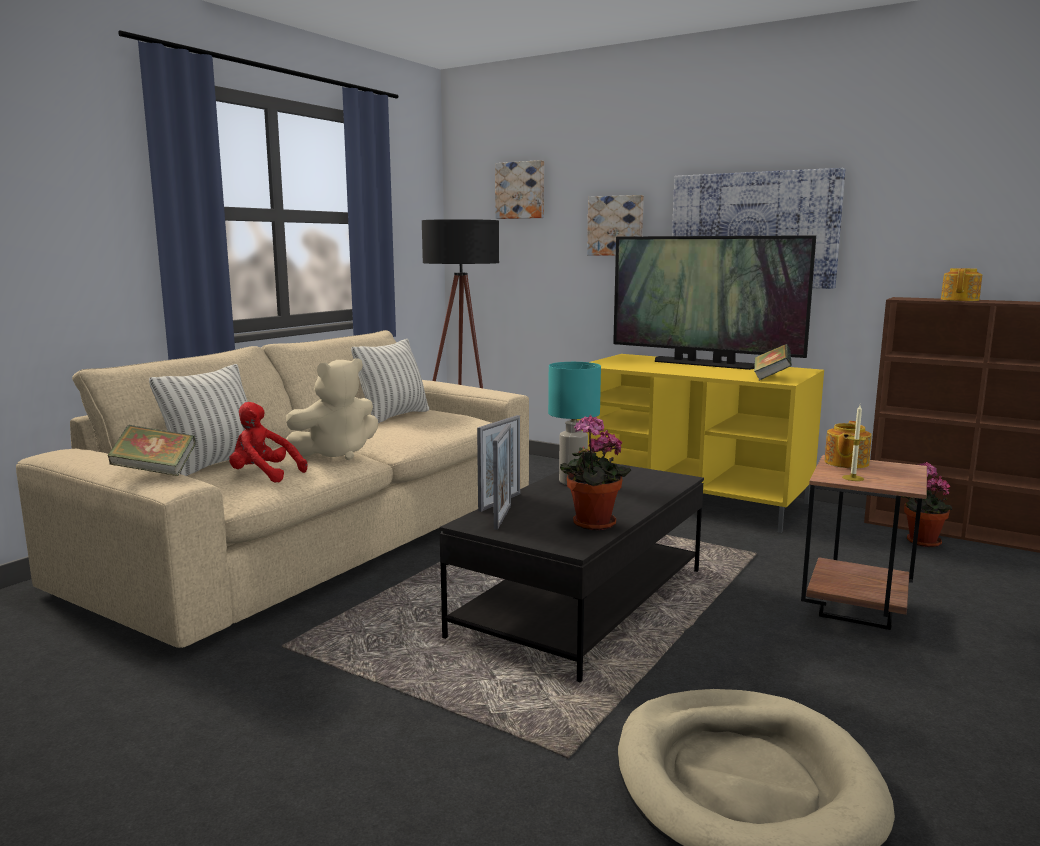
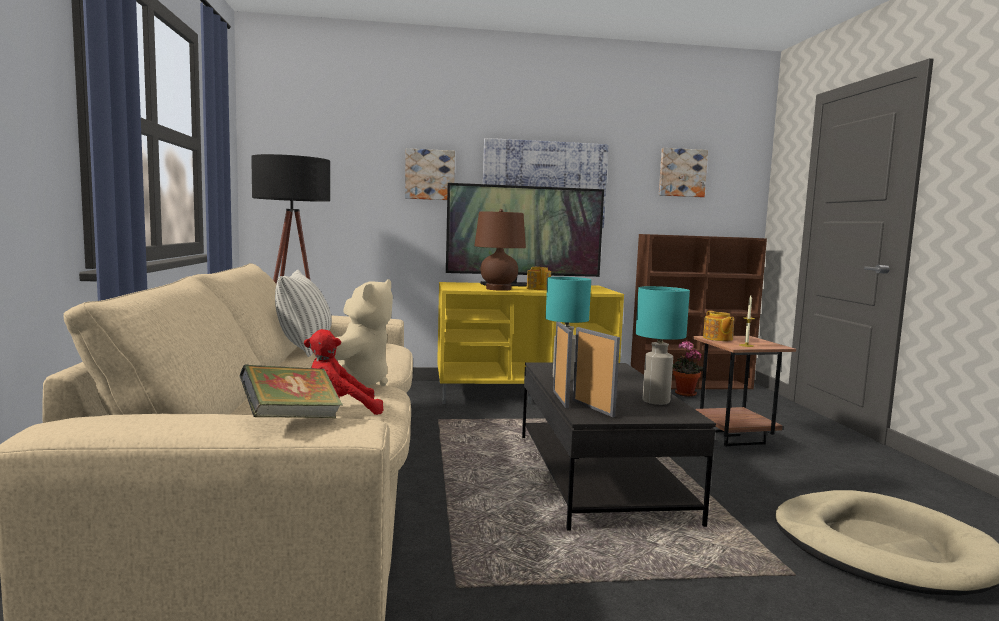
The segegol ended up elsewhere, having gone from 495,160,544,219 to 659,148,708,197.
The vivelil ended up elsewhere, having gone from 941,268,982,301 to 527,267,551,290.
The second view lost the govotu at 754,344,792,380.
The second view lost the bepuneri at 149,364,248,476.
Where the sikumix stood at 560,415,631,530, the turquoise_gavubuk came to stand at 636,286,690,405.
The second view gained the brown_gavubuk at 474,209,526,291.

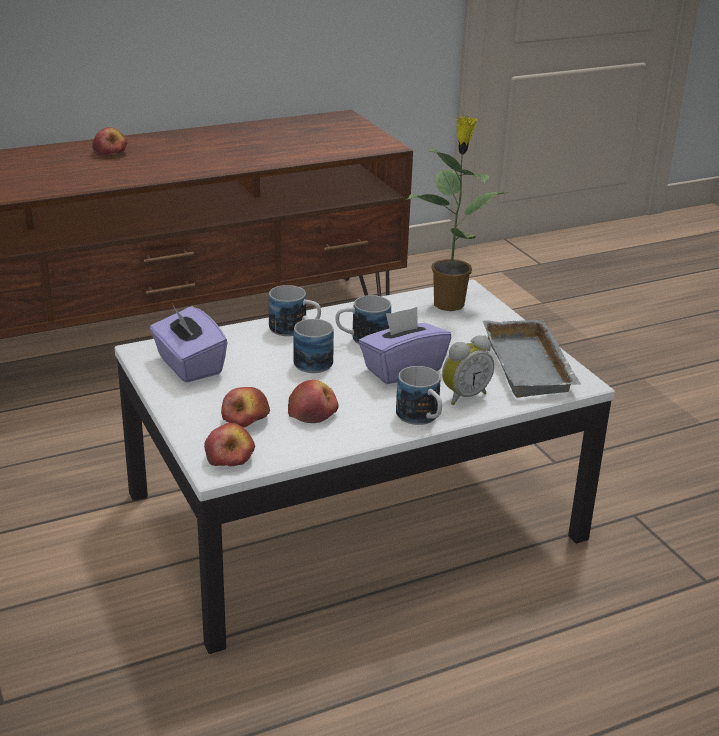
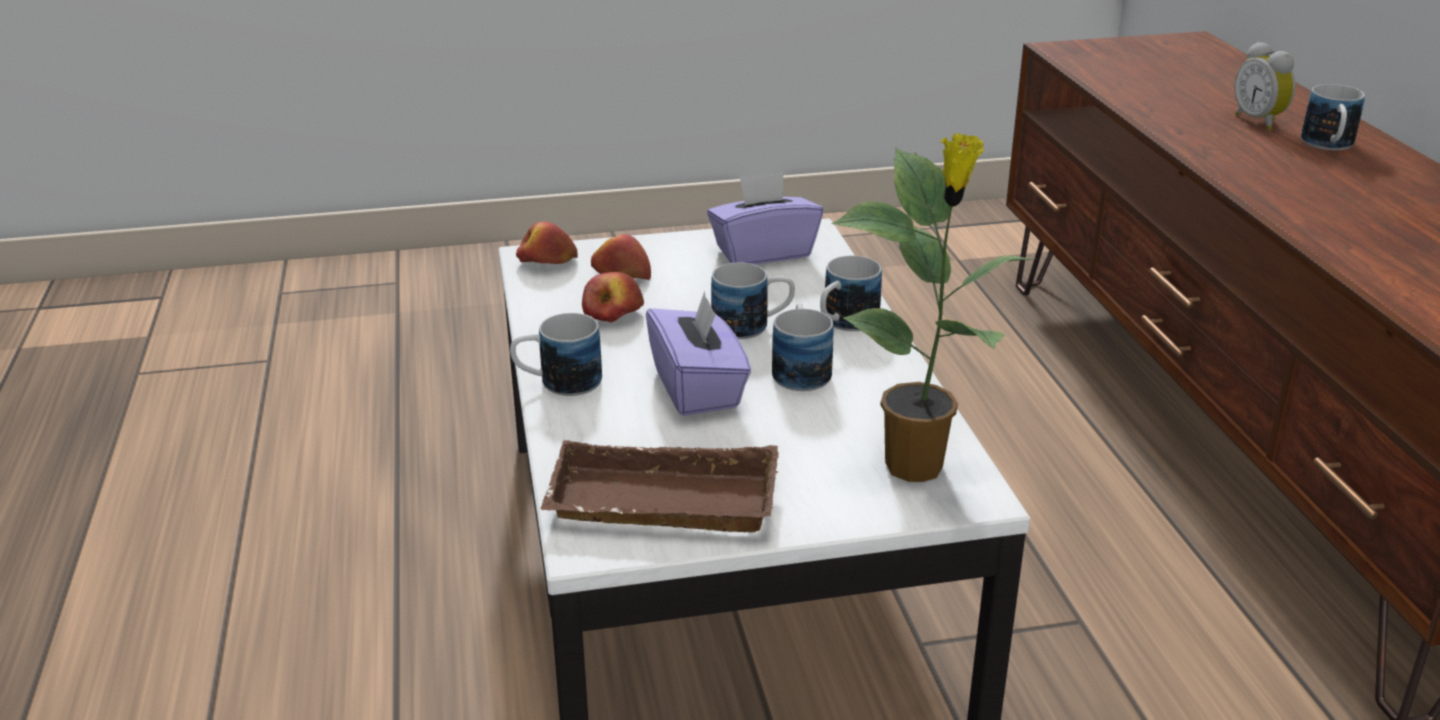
Where the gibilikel stood at 92,127,128,156, the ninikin came to stand at 1301,84,1365,150.
What was the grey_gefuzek at 483,320,581,398 turned into the brown_gefuzek at 540,440,779,532.
The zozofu ended up elsewhere, having gone from 442,335,494,405 to 1234,42,1295,130.

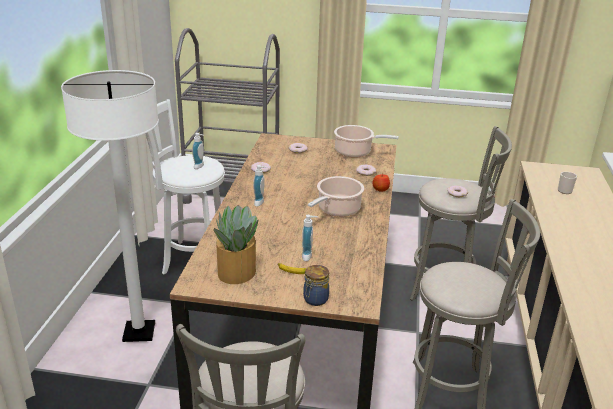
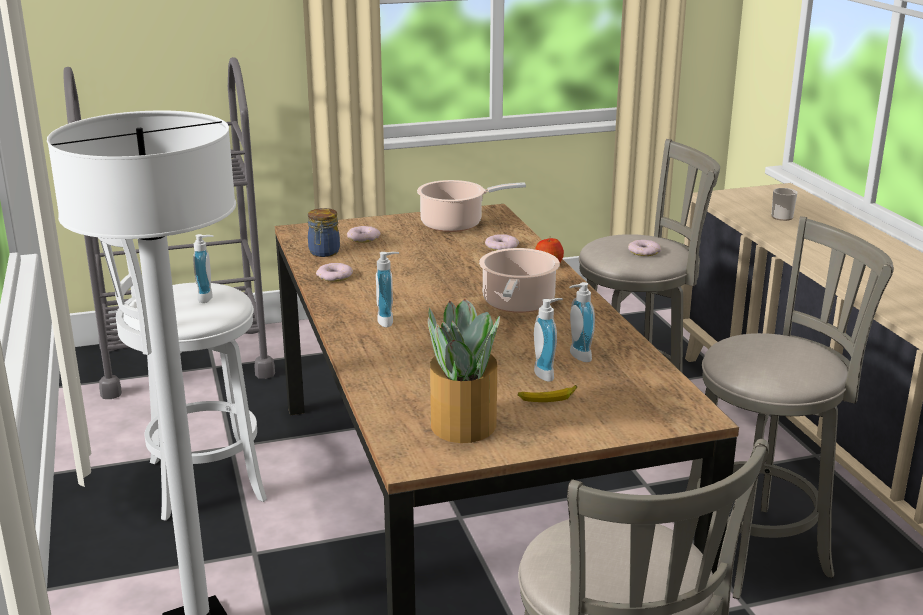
The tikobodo ended up elsewhere, having gone from 303,265,329,306 to 308,208,340,257.
The second view gained the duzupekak at 569,282,595,362.

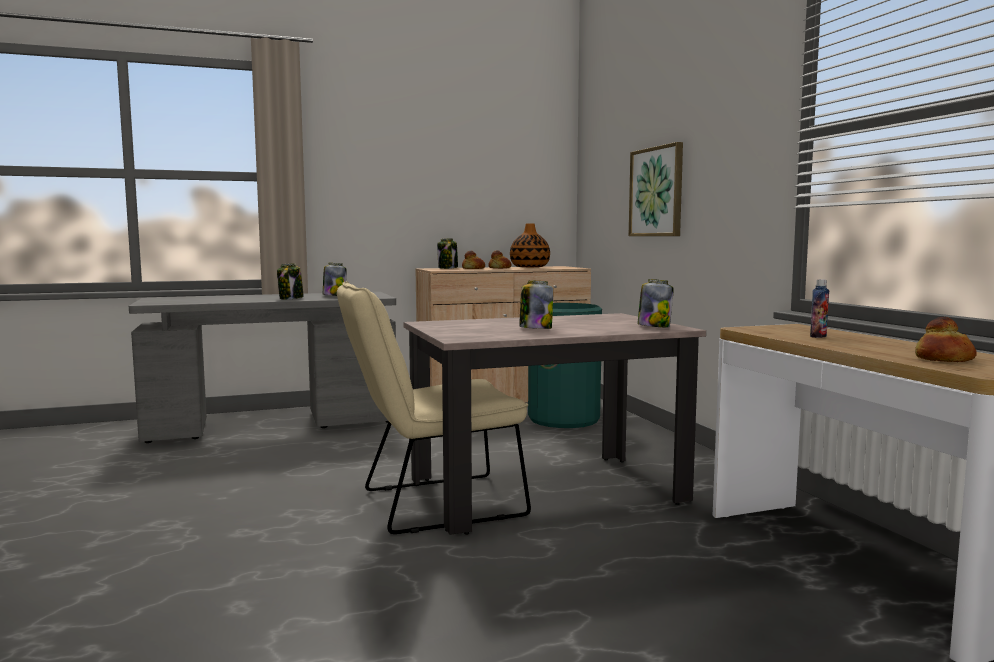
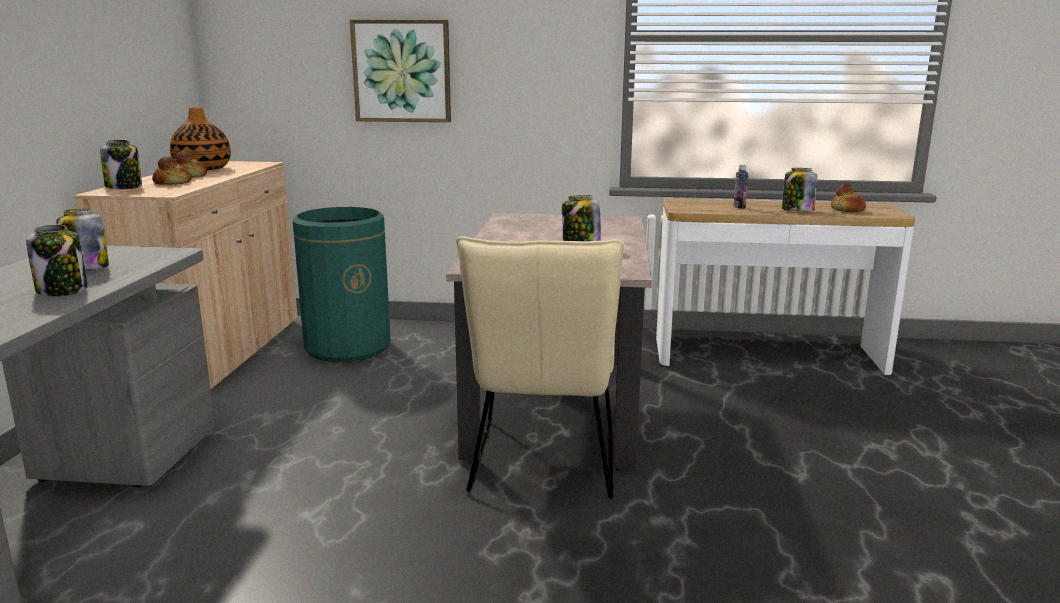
The tikobodo ended up elsewhere, having gone from 638,279,673,327 to 782,168,817,211.

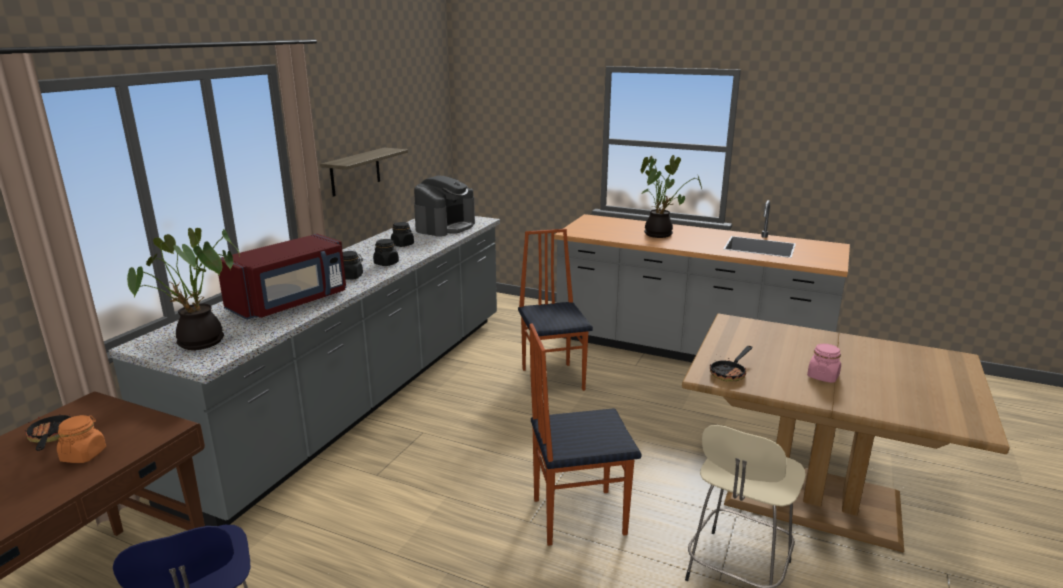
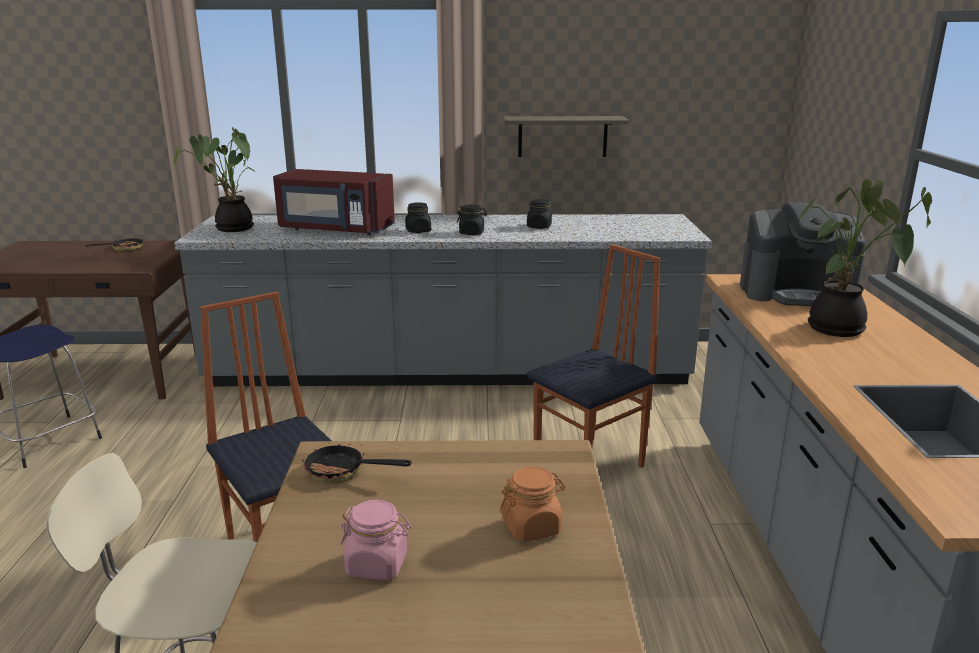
The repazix ended up elsewhere, having gone from 414,176,475,237 to 740,203,866,306.
The orange_tikobodo ended up elsewhere, having gone from 57,415,106,463 to 500,466,565,542.

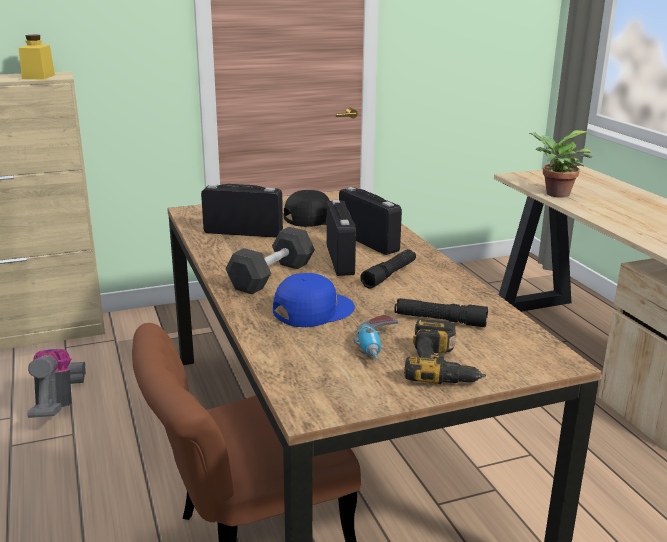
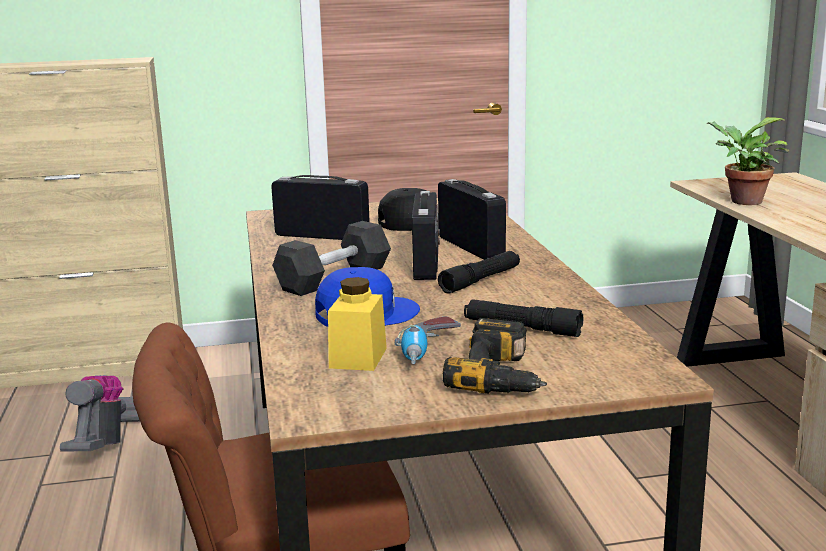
The yellow_tikobodo ended up elsewhere, having gone from 19,35,55,79 to 328,277,387,371.

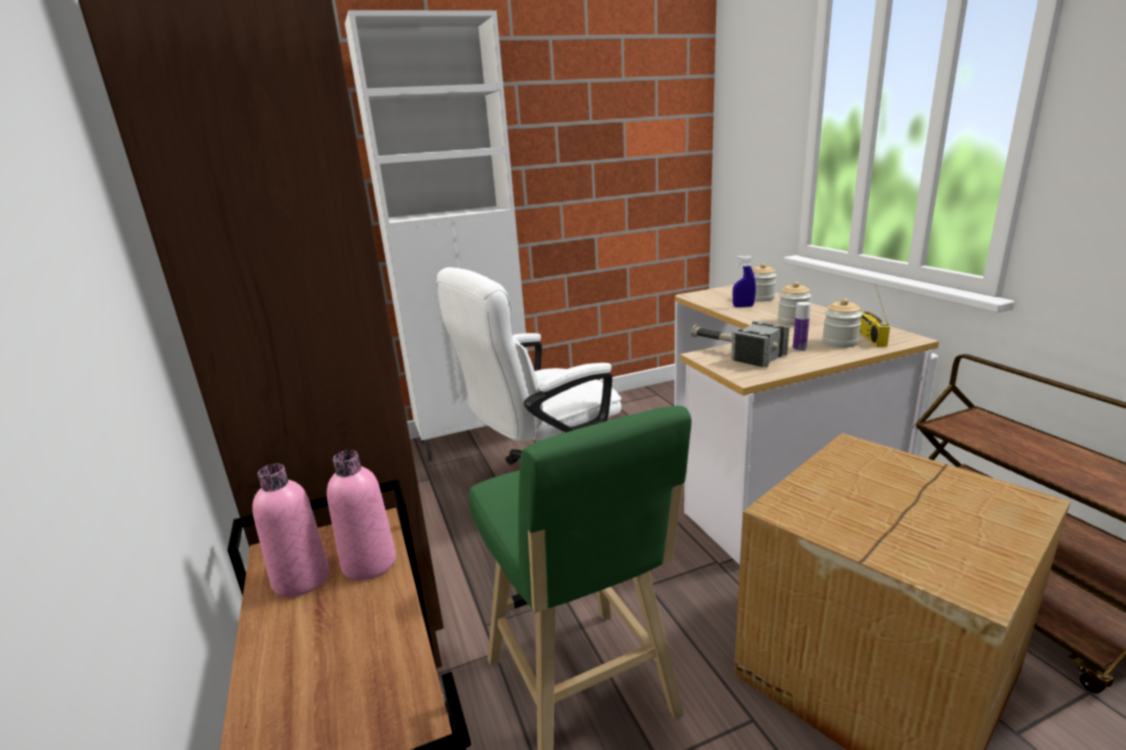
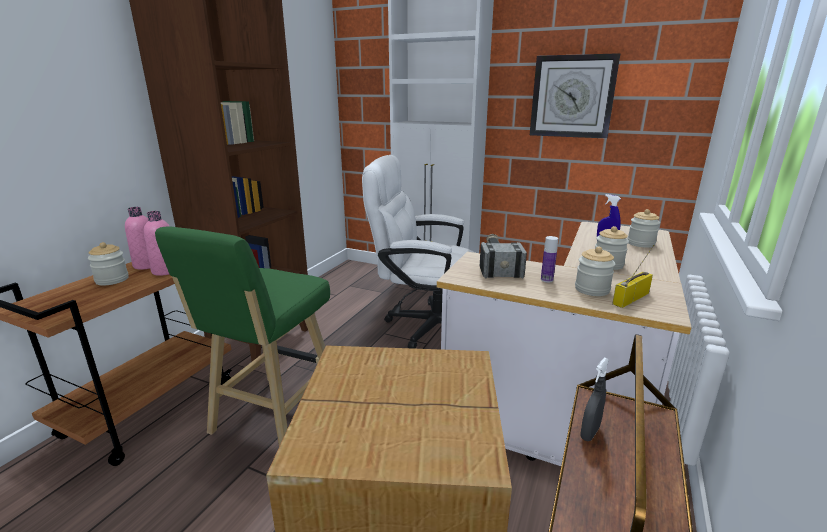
The second view gained the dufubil at 530,53,620,139.
The second view gained the tikobodo at 88,242,129,285.
The second view gained the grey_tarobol at 580,357,609,441.

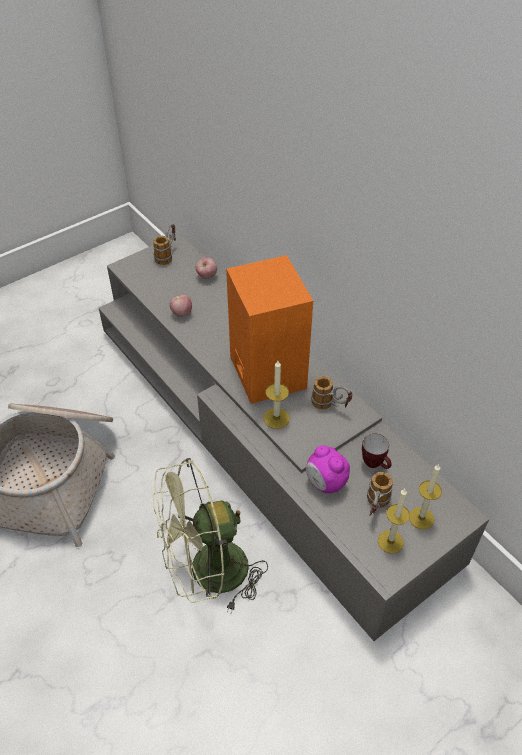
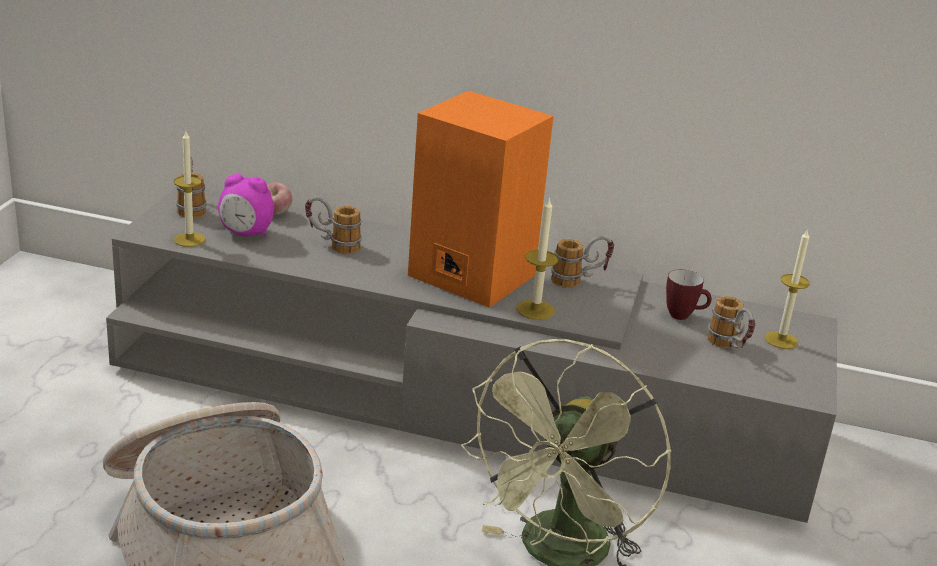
The second view lost the gibilikel at 170,295,192,317.
The zozofu ended up elsewhere, having gone from 306,445,350,493 to 218,174,274,236.
The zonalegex ended up elsewhere, having gone from 378,489,410,554 to 174,131,206,247.
The second view gained the ninikin at 305,197,362,254.

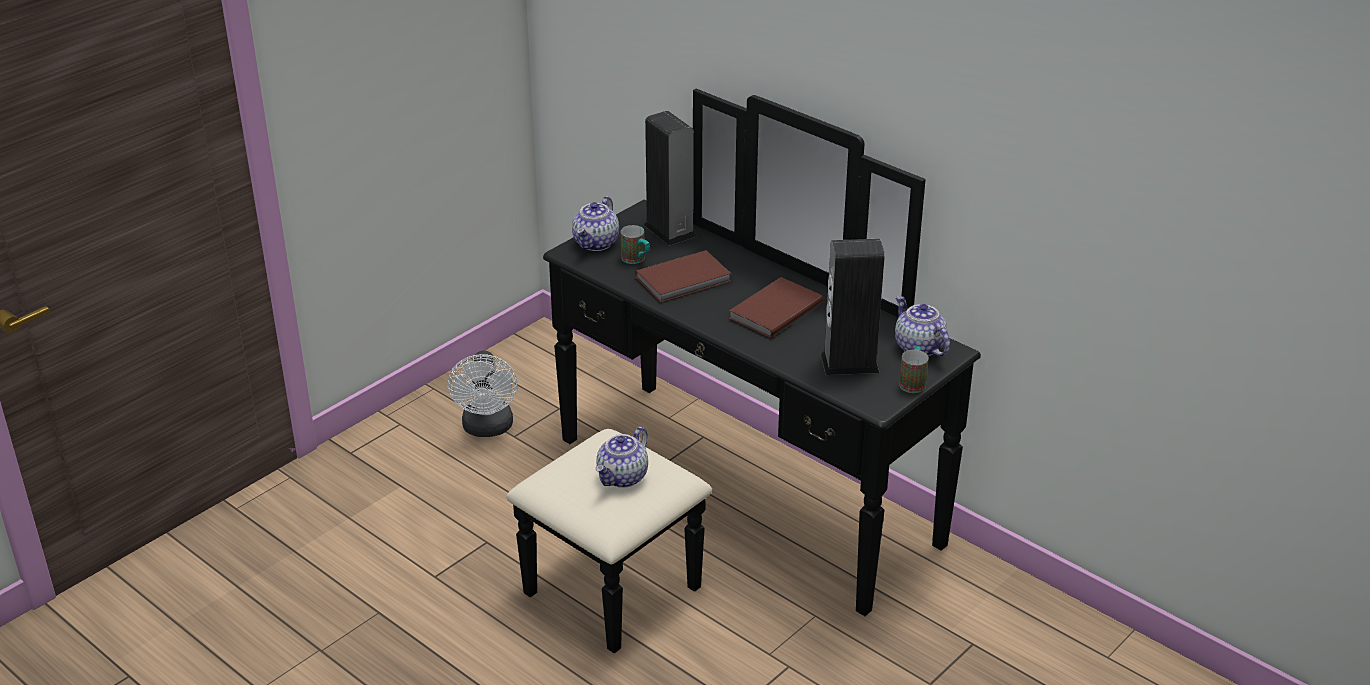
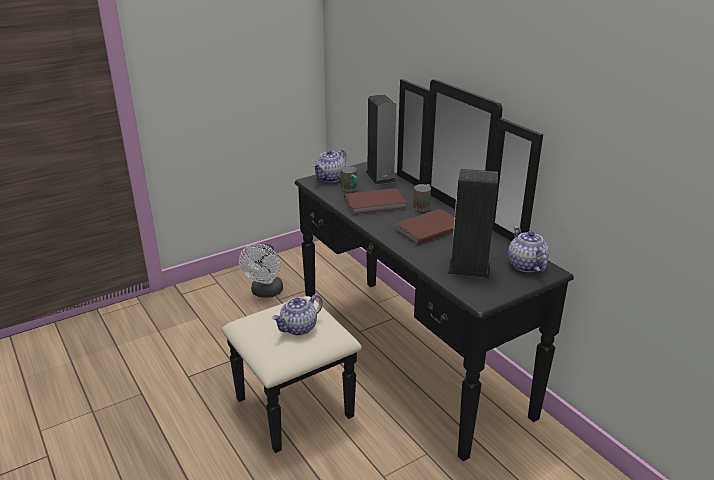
The ninikin ended up elsewhere, having gone from 899,346,929,393 to 413,184,431,211.

